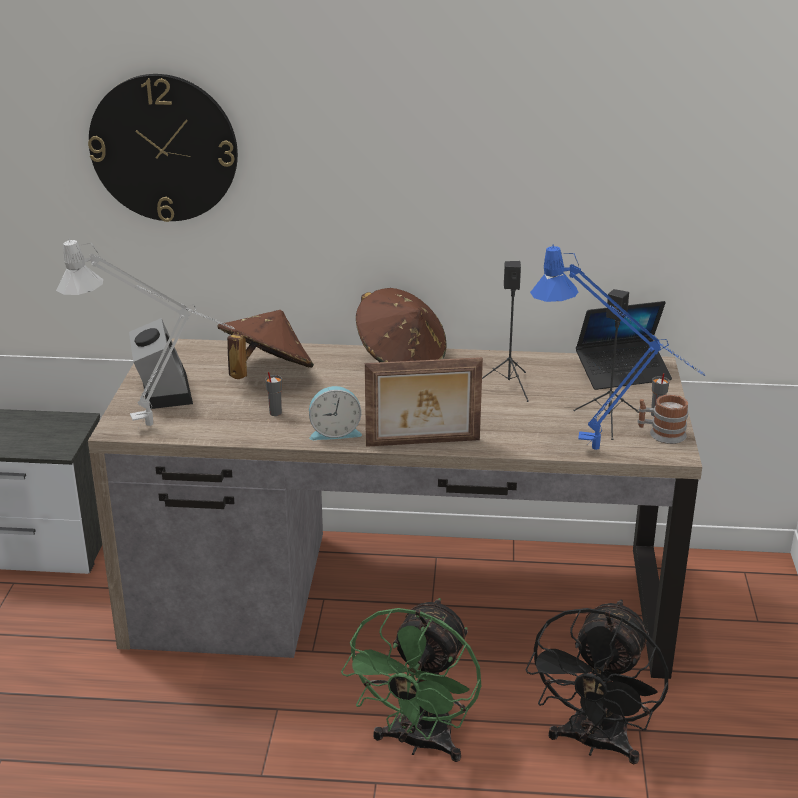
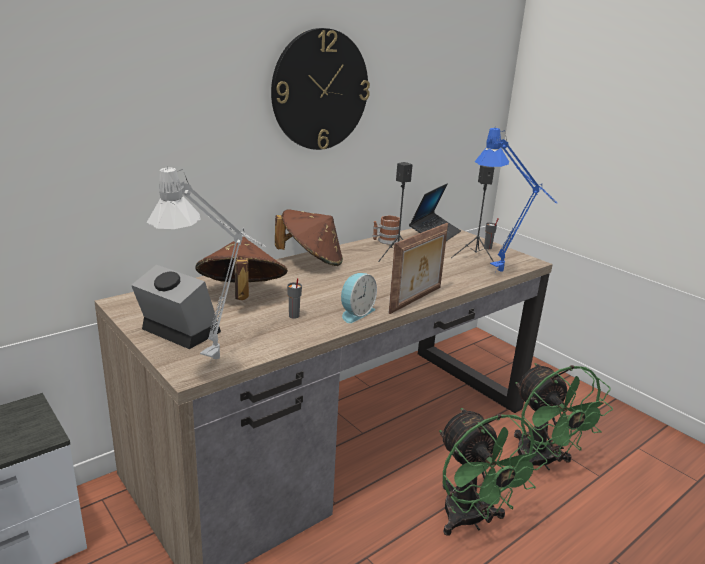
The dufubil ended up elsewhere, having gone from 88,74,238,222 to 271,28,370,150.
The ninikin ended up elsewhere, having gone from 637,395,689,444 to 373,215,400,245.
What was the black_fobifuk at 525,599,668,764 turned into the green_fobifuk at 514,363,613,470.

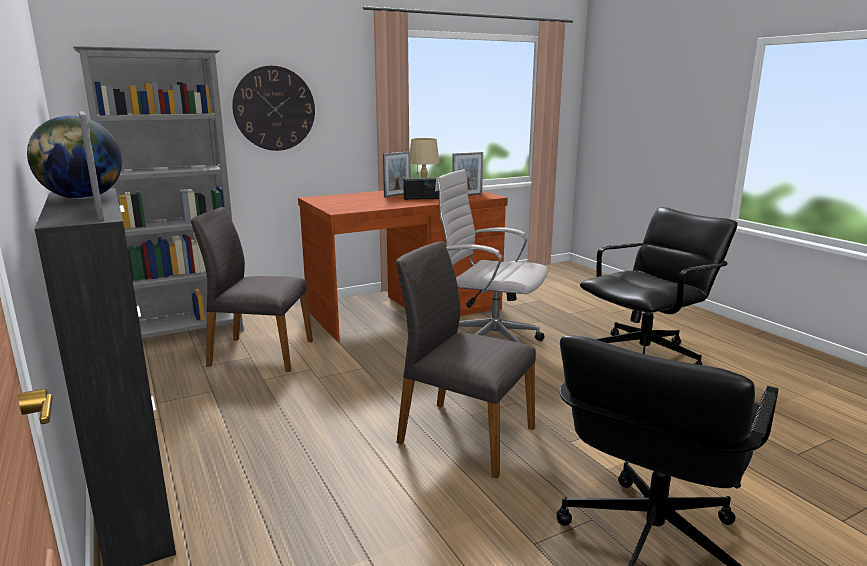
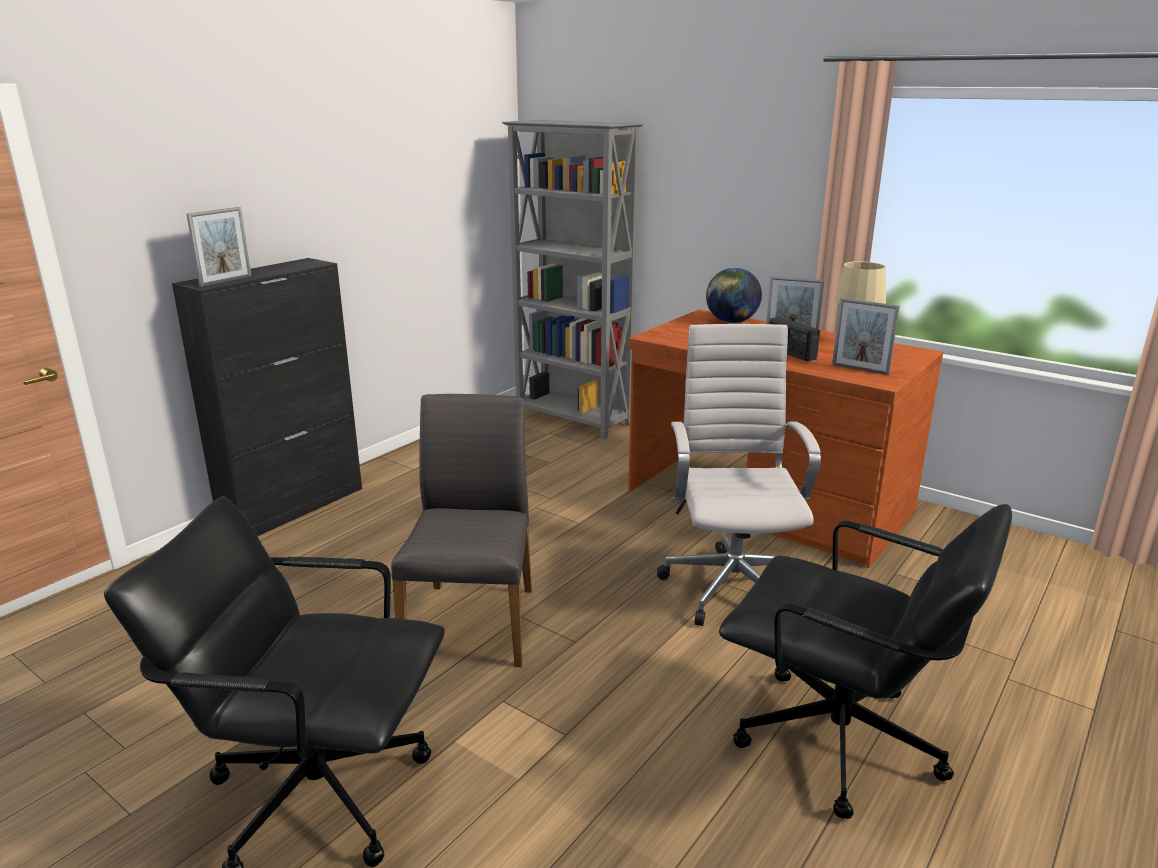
The second view lost the dufubil at 232,66,315,151.
The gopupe ended up elsewhere, having gone from 27,116,122,199 to 706,268,762,323.
The second view lost the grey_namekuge at 191,207,313,372.

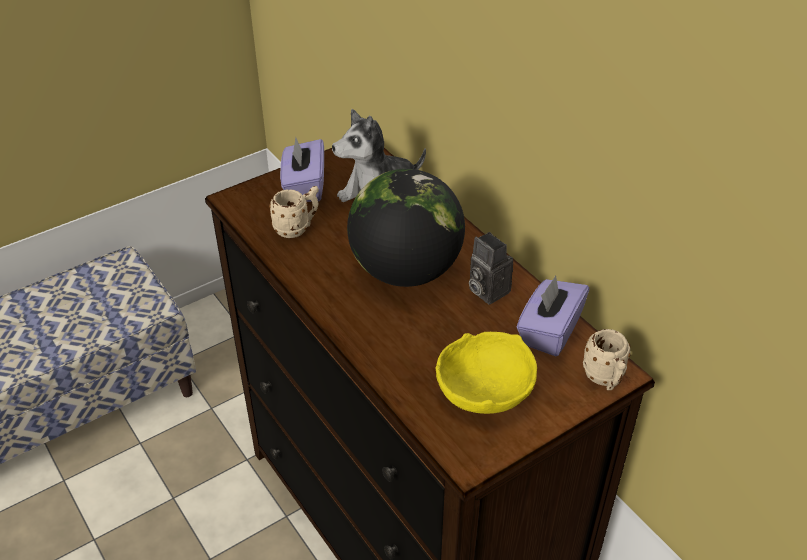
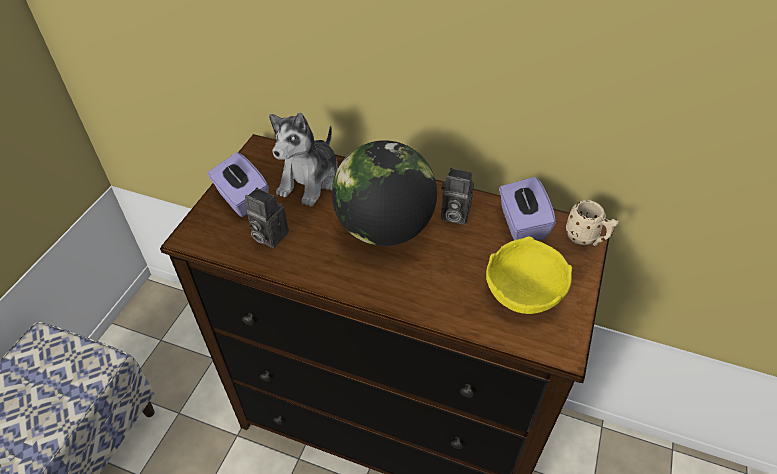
Where the beige_ninikin stood at 269,186,319,238, the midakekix came to stand at 245,188,289,248.

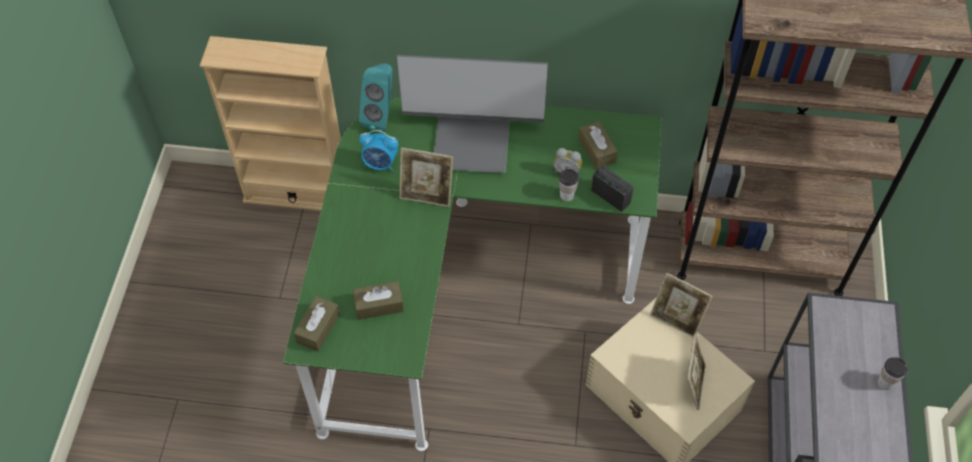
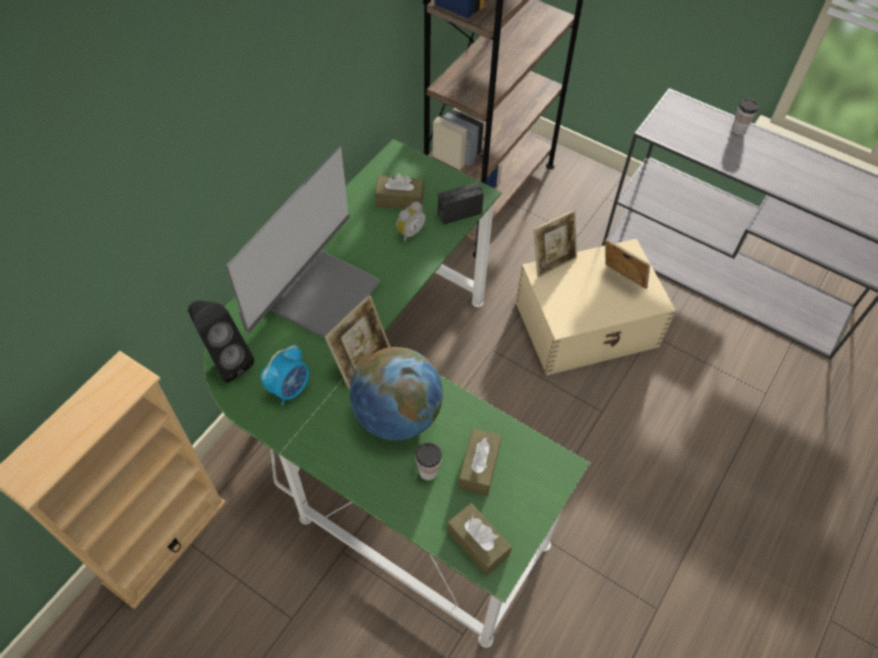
What was the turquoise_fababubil at 359,63,393,132 turned into the black_fababubil at 188,300,254,383.
The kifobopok ended up elsewhere, having gone from 559,169,579,201 to 415,442,442,480.
The second view gained the gopupe at 350,347,443,440.

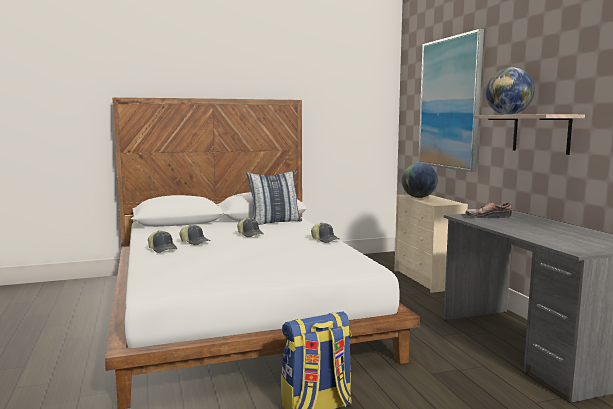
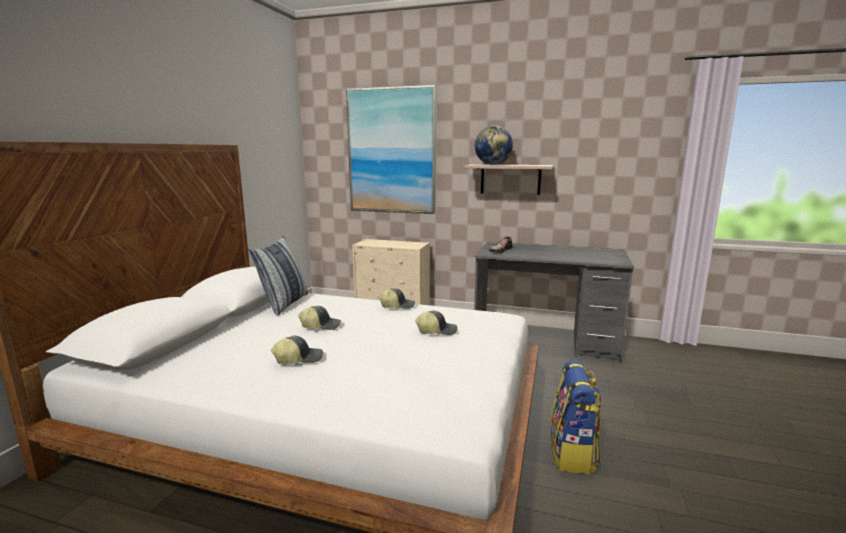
The second view lost the gopupe at 402,163,438,198.
The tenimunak ended up elsewhere, having gone from 148,230,177,253 to 415,310,457,335.

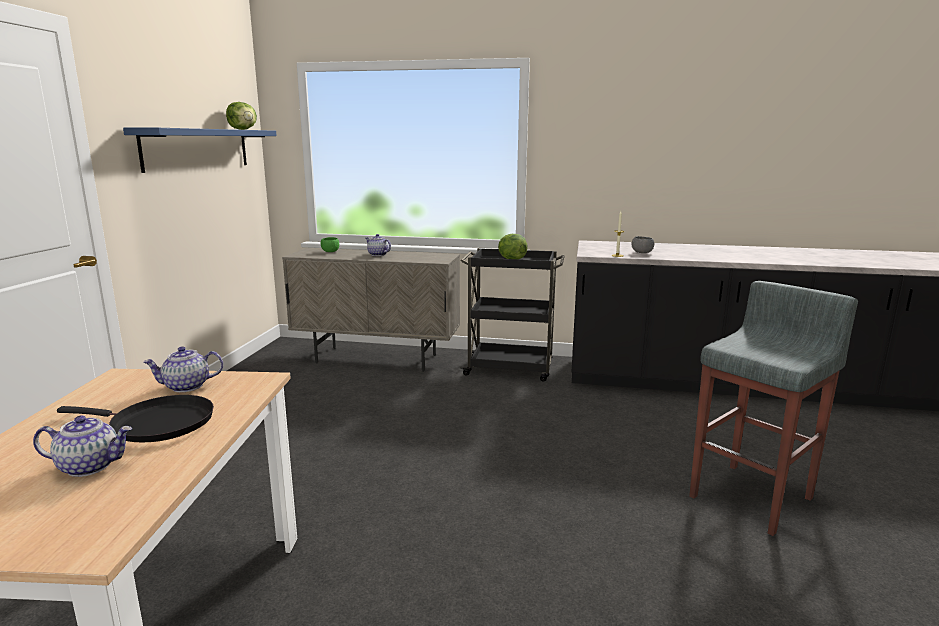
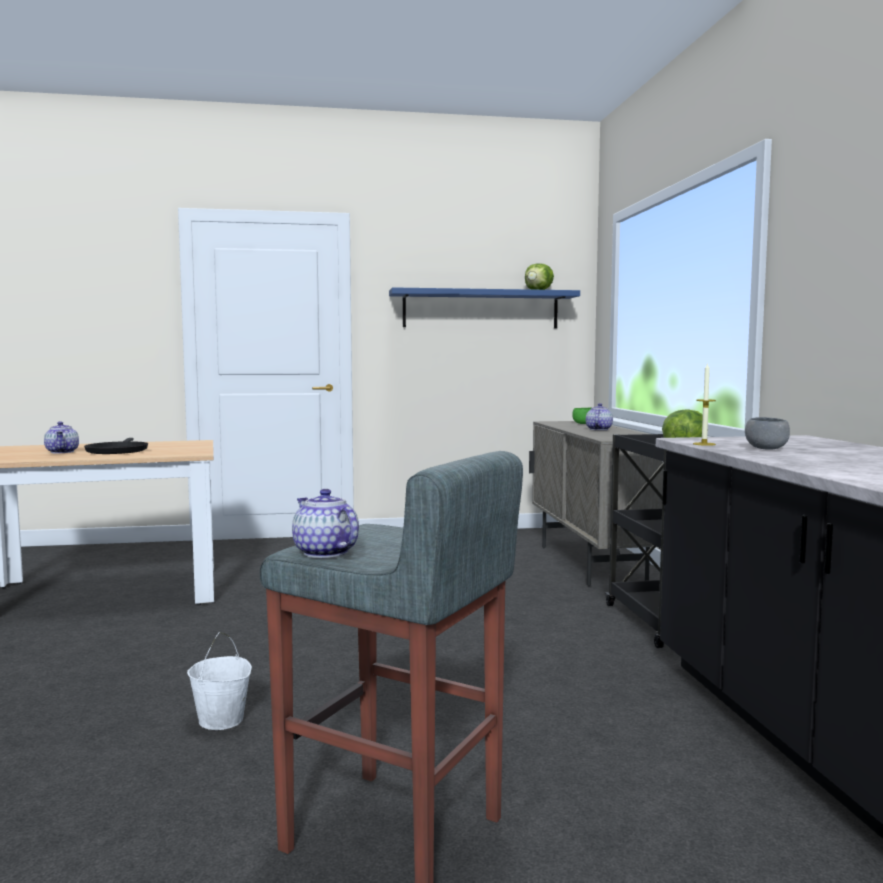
The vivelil ended up elsewhere, having gone from 143,346,223,392 to 292,489,359,558.
The second view gained the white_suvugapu at 187,632,252,730.

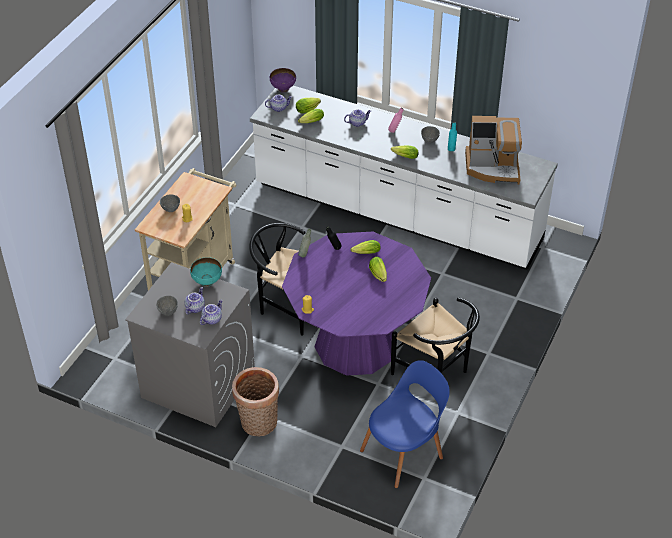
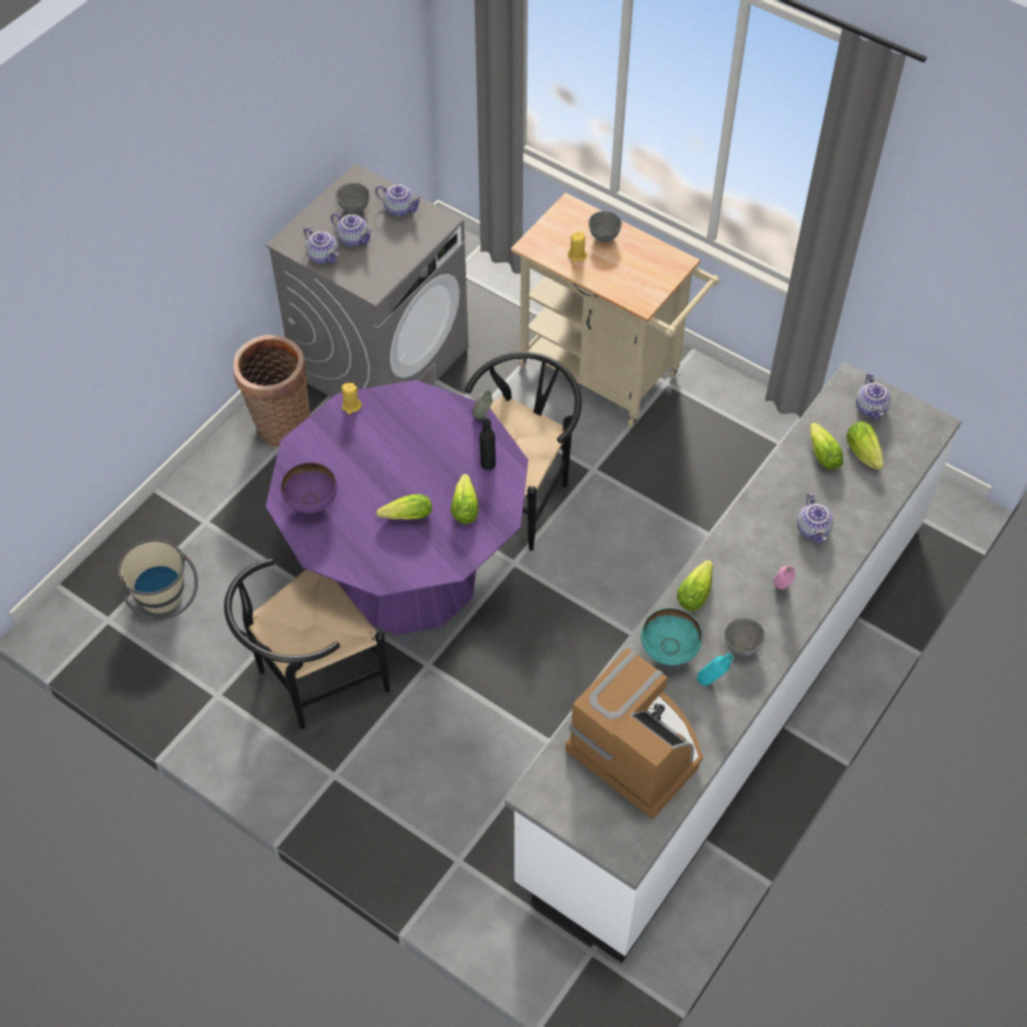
The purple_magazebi ended up elsewhere, having gone from 270,68,296,92 to 281,462,337,514.
The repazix at 465,116,522,185 ended up facing another way, 120 degrees clockwise from before.
The turquoise_magazebi ended up elsewhere, having gone from 190,257,222,287 to 641,608,702,665.
Where the blue_namekuge stood at 360,360,450,488, the beige_suvugapu came to stand at 117,539,198,620.
The second view gained the vivelil at 375,184,422,217.

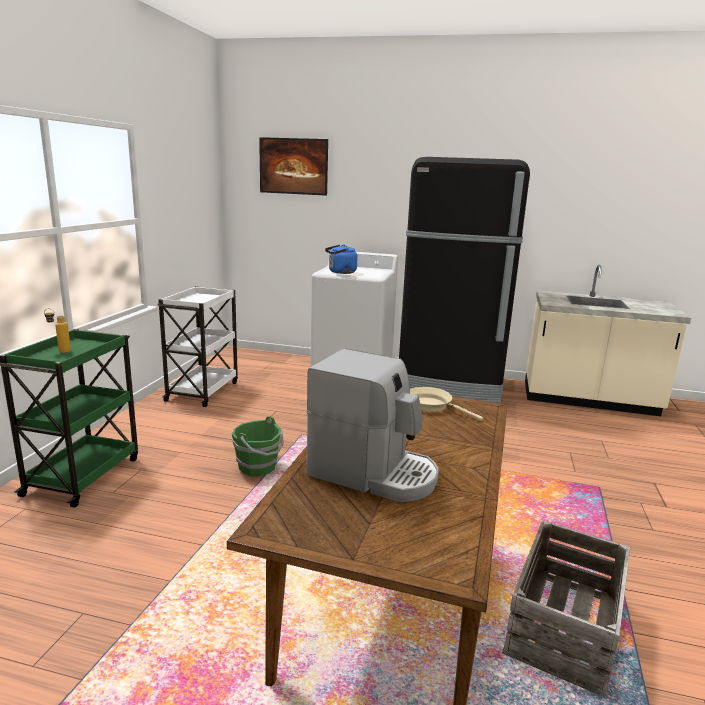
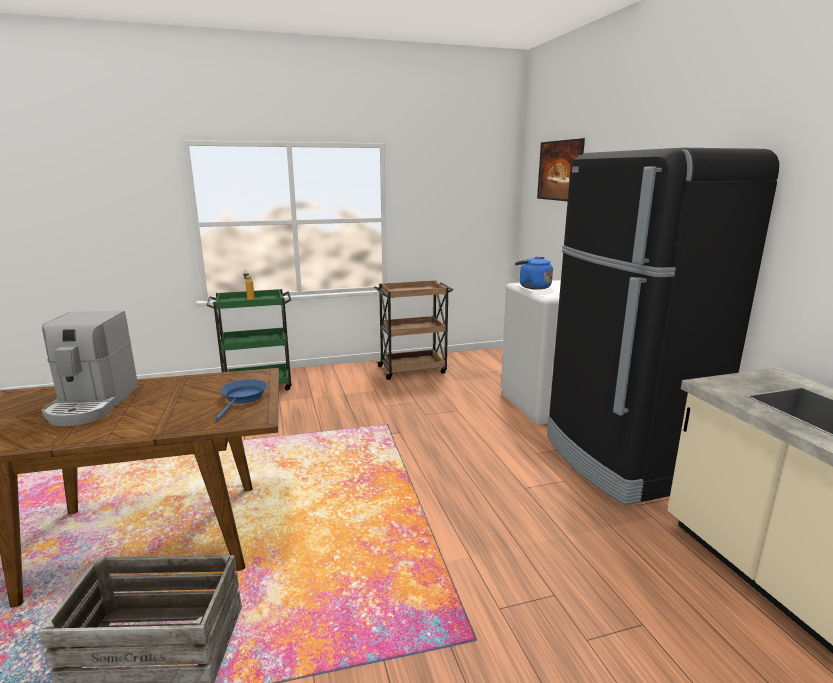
What was the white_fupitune at 158,286,238,407 turned into the brown_fupitune at 374,280,453,380.
What was the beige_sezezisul at 410,387,483,421 turned into the blue_sezezisul at 216,379,267,421.
The second view lost the green_suvugapu at 232,416,284,477.

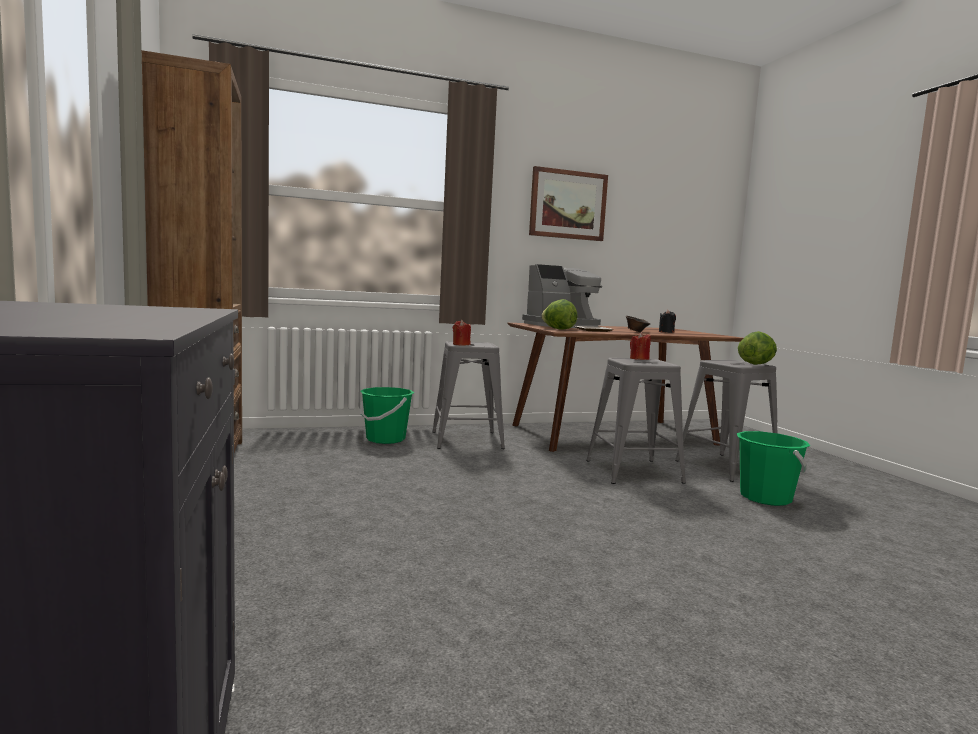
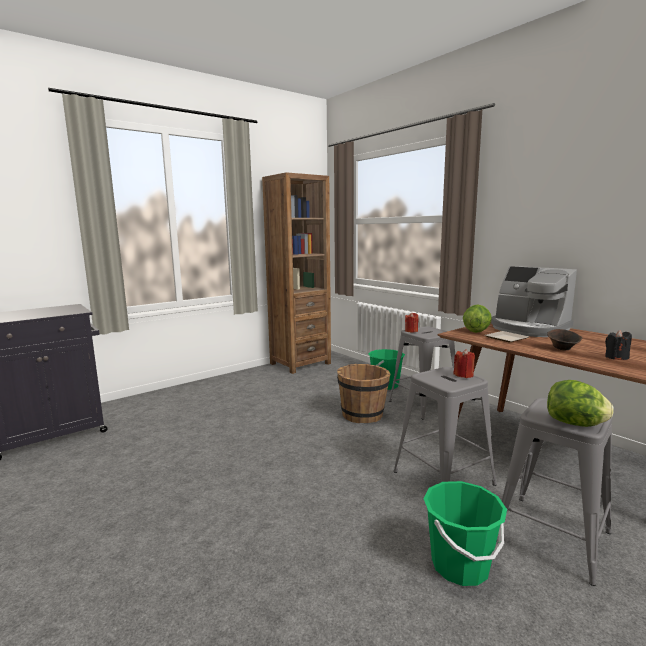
The second view lost the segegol at 529,166,608,241.
The second view gained the brown_suvugapu at 337,364,390,423.

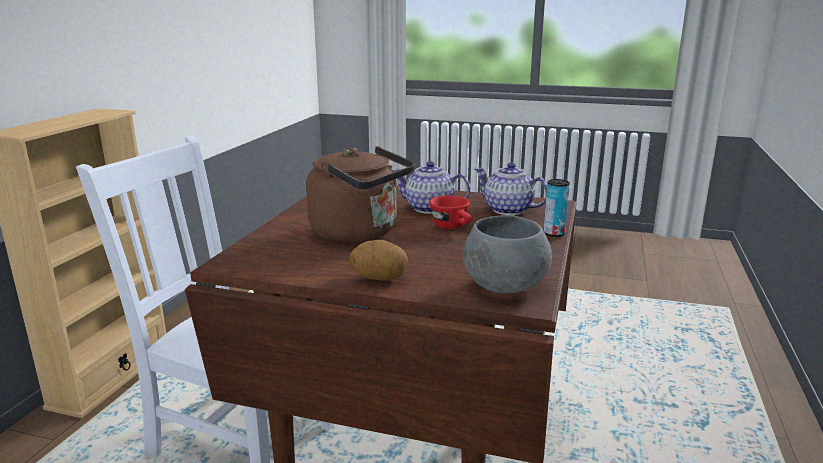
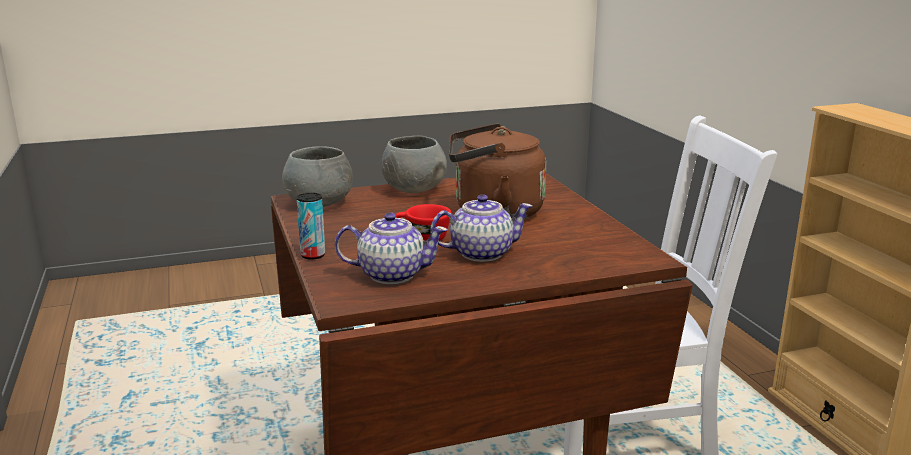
Where the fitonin stood at 350,240,408,281, the grey_magazebi came to stand at 381,136,447,193.

